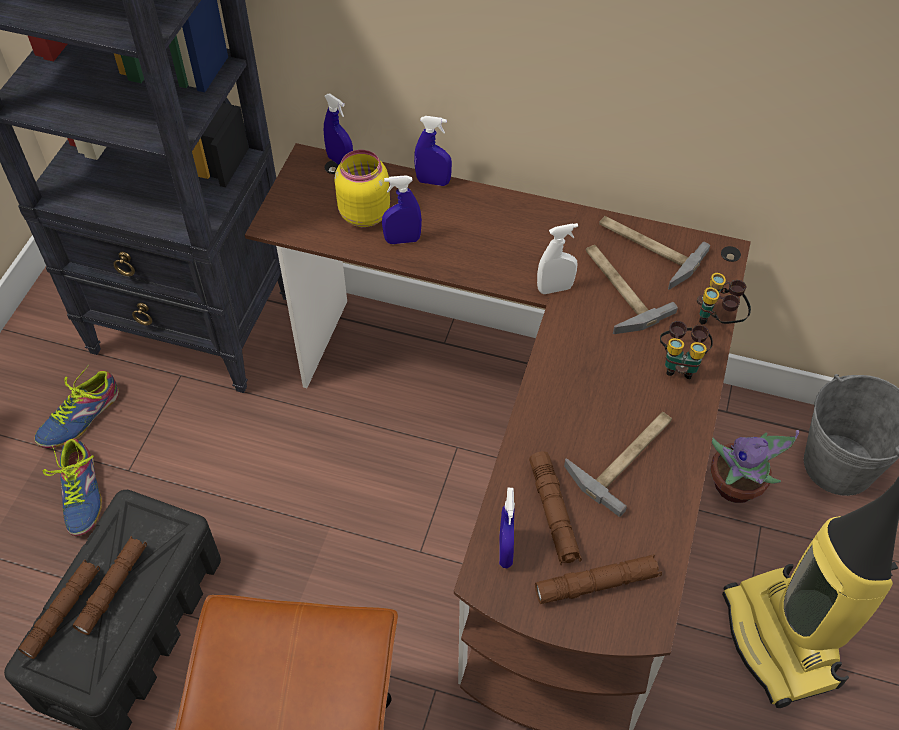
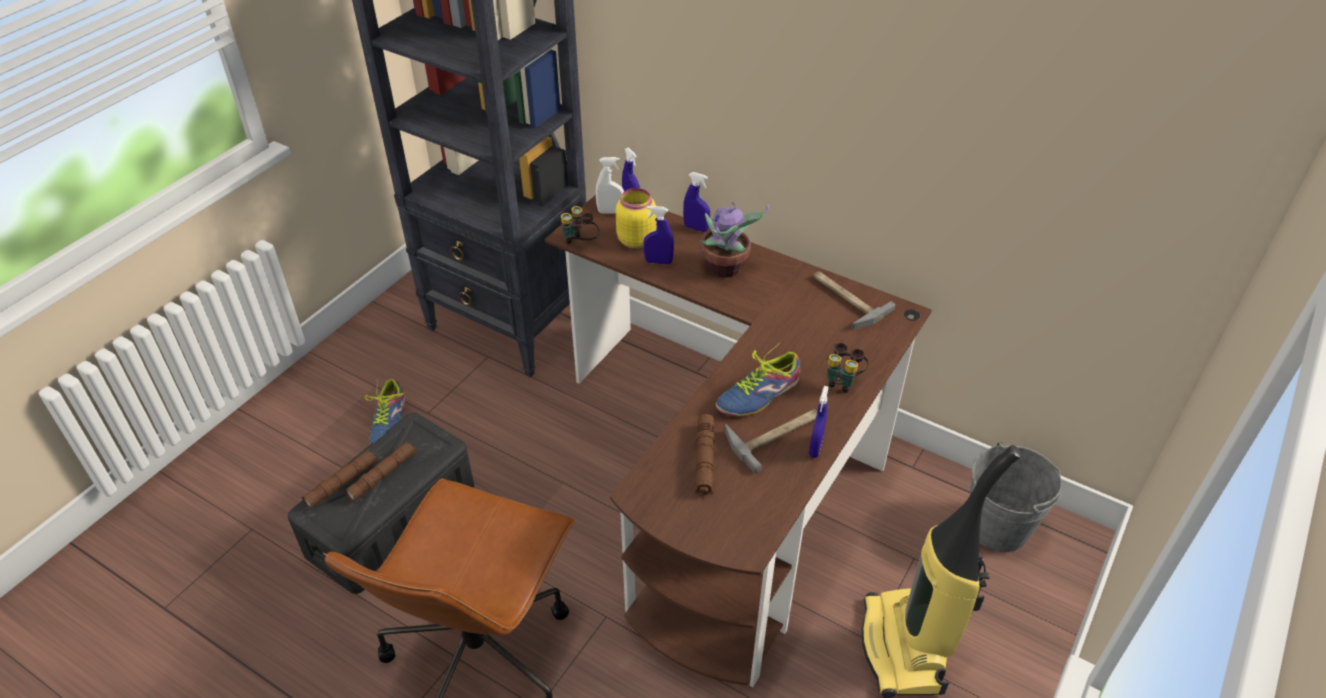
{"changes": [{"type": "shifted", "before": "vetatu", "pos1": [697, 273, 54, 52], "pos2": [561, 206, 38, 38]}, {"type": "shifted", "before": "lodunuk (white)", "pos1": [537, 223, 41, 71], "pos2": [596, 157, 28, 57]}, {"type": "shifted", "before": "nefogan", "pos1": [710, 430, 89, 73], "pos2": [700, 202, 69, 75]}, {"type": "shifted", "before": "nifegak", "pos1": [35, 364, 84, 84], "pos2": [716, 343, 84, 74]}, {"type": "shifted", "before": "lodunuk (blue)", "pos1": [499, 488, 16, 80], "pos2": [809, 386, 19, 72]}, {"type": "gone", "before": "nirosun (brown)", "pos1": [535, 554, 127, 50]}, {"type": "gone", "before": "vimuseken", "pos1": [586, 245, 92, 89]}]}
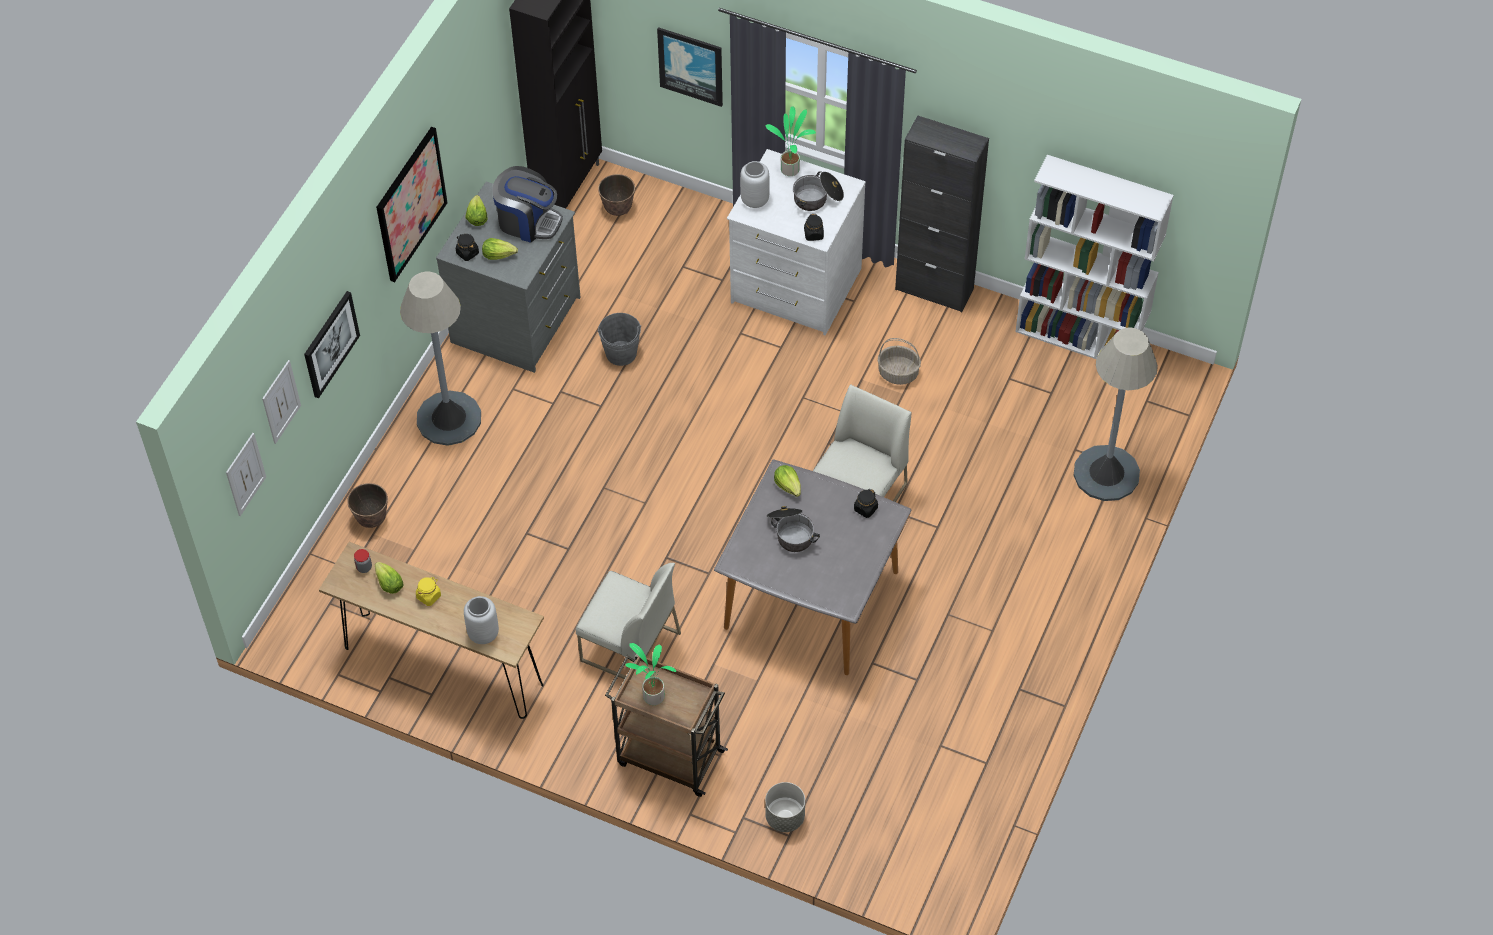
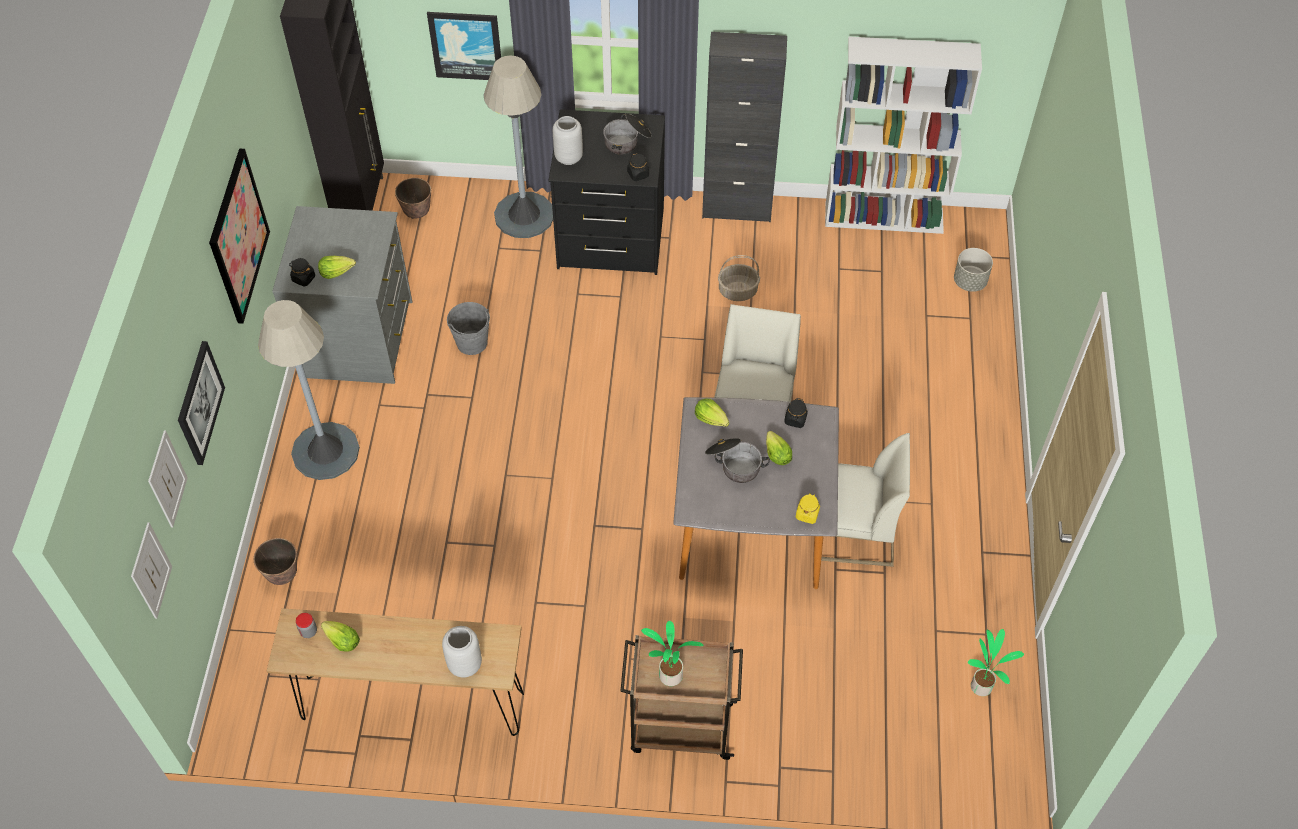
{"changes": [{"type": "shifted", "before": "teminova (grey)", "pos1": [1074, 328, 84, 173], "pos2": [484, 55, 69, 183]}, {"type": "repainted", "before": "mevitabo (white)", "after": "mevitabo (black)", "pos1": [727, 149, 139, 186], "pos2": [549, 109, 116, 166]}, {"type": "shifted", "before": "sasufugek", "pos1": [466, 195, 22, 31], "pos2": [766, 431, 26, 34]}, {"type": "shifted", "before": "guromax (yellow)", "pos1": [416, 577, 25, 29], "pos2": [796, 493, 24, 31]}, {"type": "shifted", "before": "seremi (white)", "pos1": [576, 563, 105, 116], "pos2": [821, 433, 89, 134]}, {"type": "shifted", "before": "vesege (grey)", "pos1": [765, 782, 40, 50], "pos2": [954, 248, 39, 44]}, {"type": "shifted", "before": "nefogan", "pos1": [766, 106, 50, 70], "pos2": [968, 629, 56, 67]}, {"type": "gone", "before": "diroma", "pos1": [492, 166, 71, 77]}]}
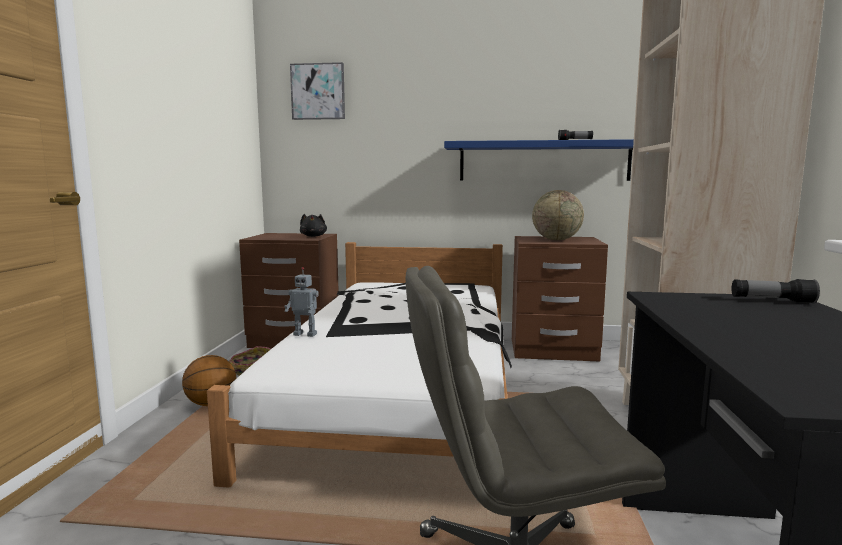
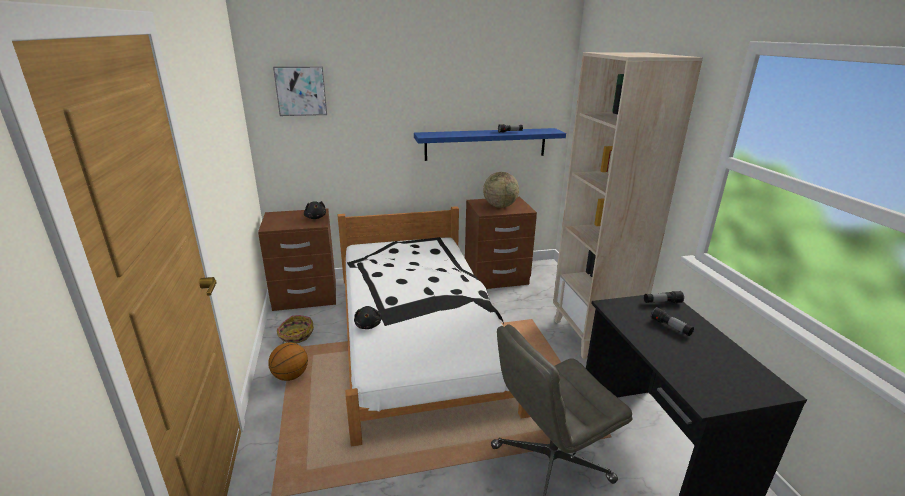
{"changes": [{"type": "swapped", "before": "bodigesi", "after": "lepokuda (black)", "pos1": [284, 267, 35, 70], "pos2": [354, 306, 28, 23]}, {"type": "new", "after": "nirosun", "pos2": [651, 307, 43, 29]}]}
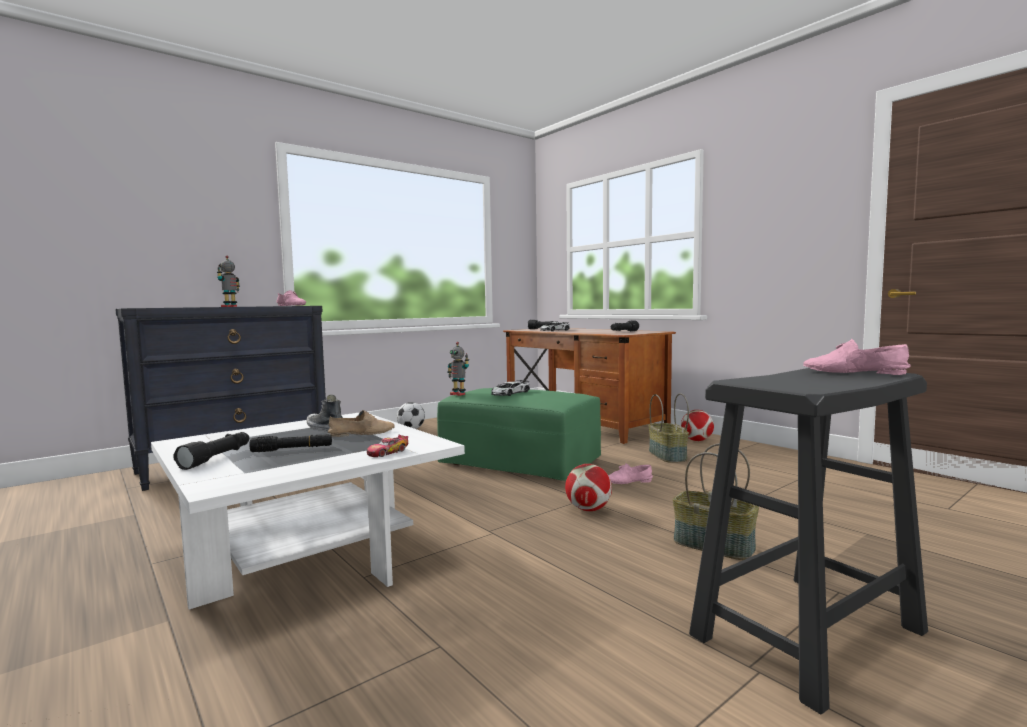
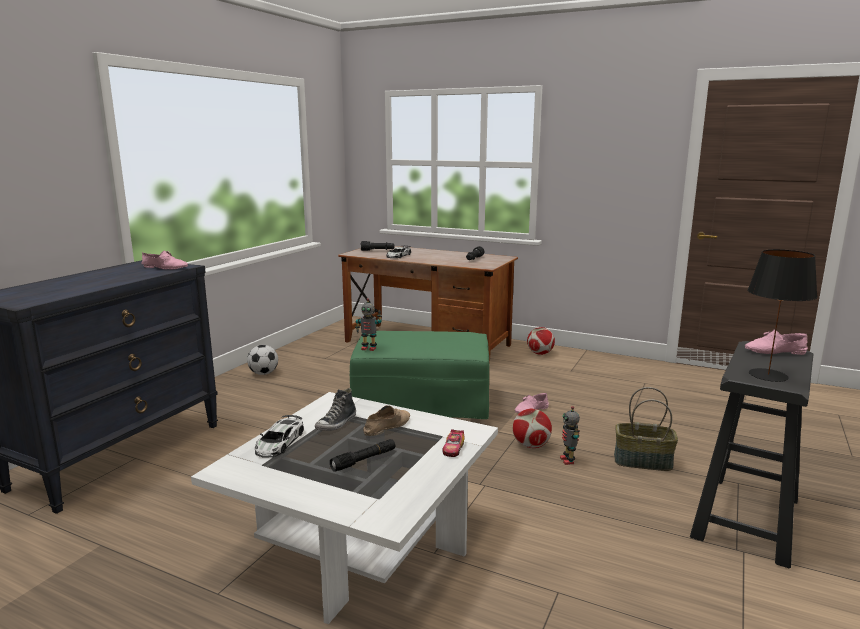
{"changes": [{"type": "shifted", "before": "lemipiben", "pos1": [491, 380, 39, 16], "pos2": [255, 415, 49, 43]}, {"type": "rotated", "before": "nifegak", "pos1": [307, 395, 36, 36], "pos2": [315, 388, 41, 43], "turn": -75}, {"type": "shifted", "before": "bodigesi", "pos1": [217, 256, 23, 51], "pos2": [560, 406, 20, 59]}, {"type": "new", "after": "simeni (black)", "pos2": [747, 249, 71, 133]}, {"type": "gone", "before": "nirosun (black)", "pos1": [173, 432, 76, 38]}, {"type": "gone", "before": "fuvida", "pos1": [648, 393, 41, 70]}]}
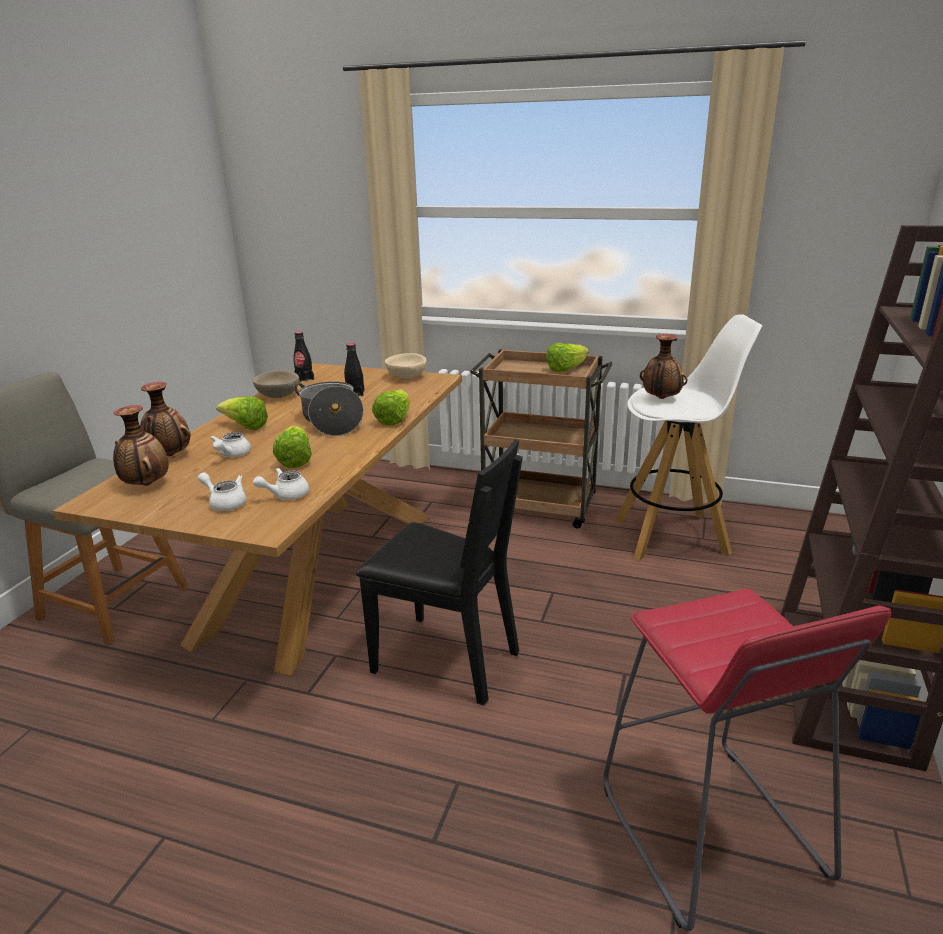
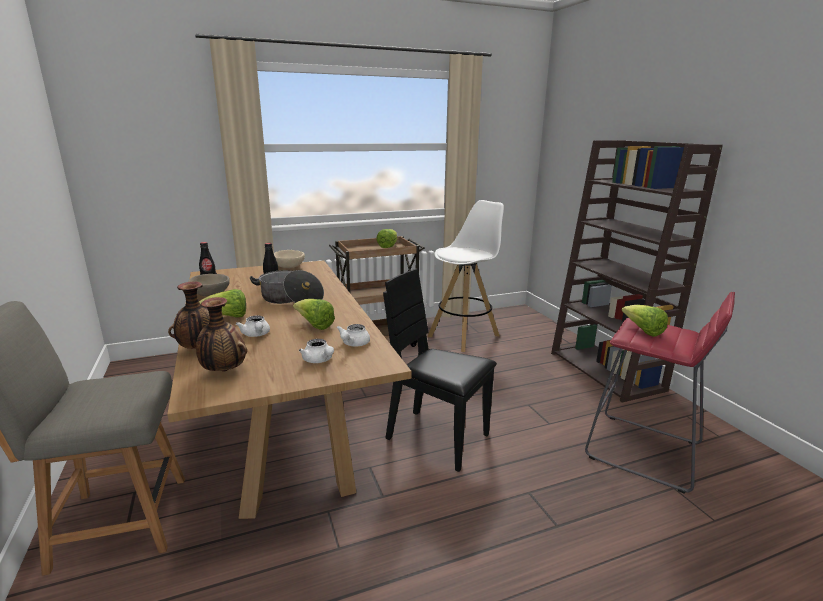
{"changes": [{"type": "rotated", "before": "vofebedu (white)", "pos1": [198, 472, 49, 39], "pos2": [299, 339, 35, 24], "turn": -120}, {"type": "rotated", "before": "seremi (black)", "pos1": [356, 440, 167, 265], "pos2": [383, 269, 114, 203], "turn": -135}, {"type": "shifted", "before": "sasufugek", "pos1": [372, 389, 38, 37], "pos2": [621, 305, 47, 32]}, {"type": "gone", "before": "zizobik", "pos1": [640, 334, 47, 65]}]}
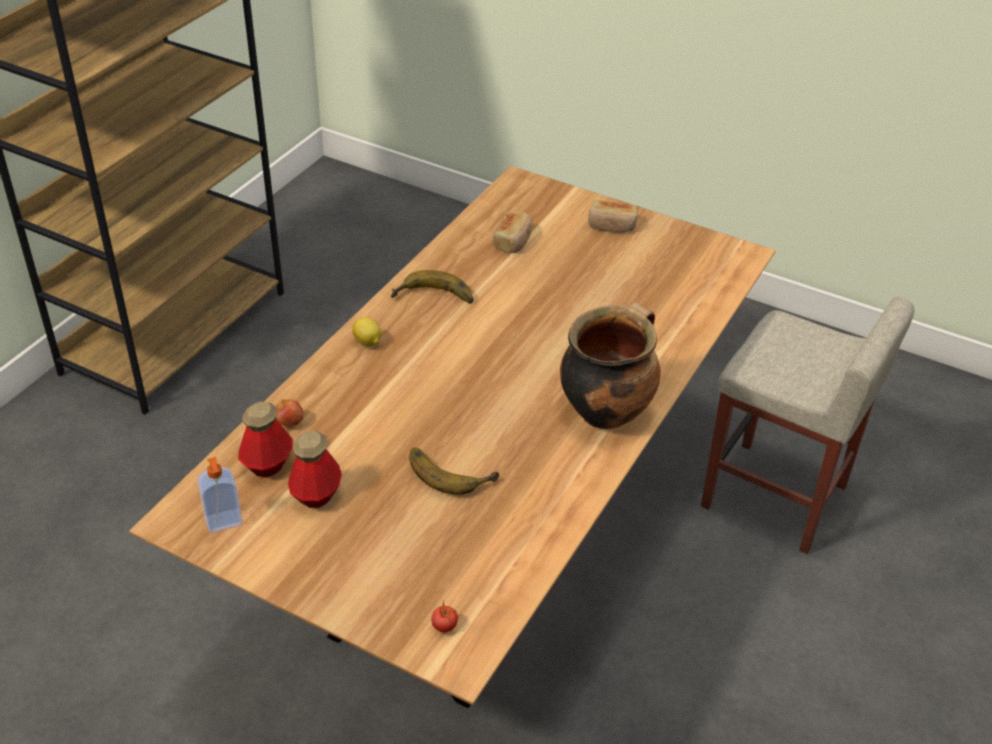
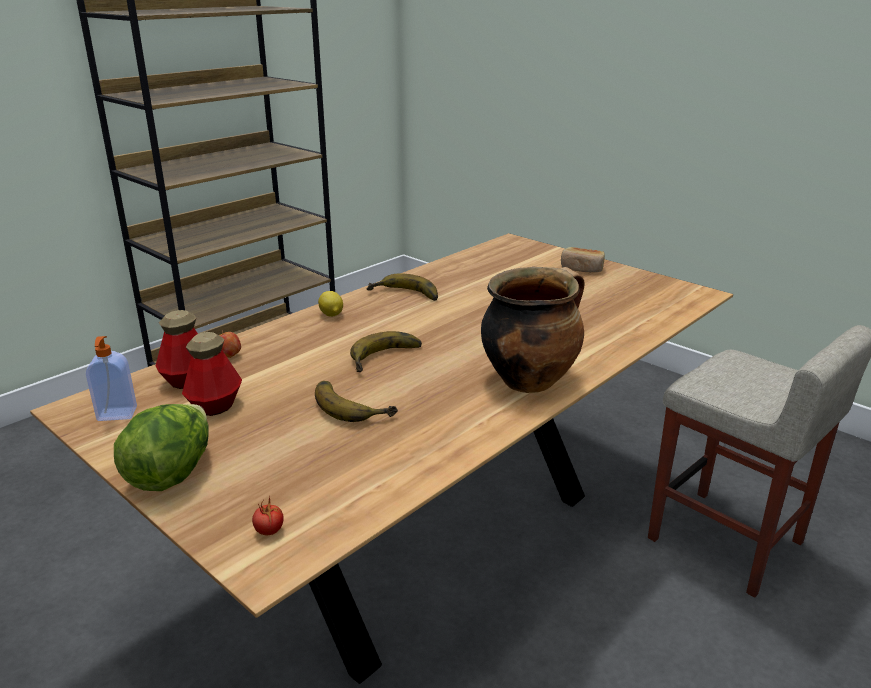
{"changes": [{"type": "new", "after": "sasufugek", "pos2": [114, 404, 95, 87]}, {"type": "new", "after": "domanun", "pos2": [350, 331, 72, 41]}, {"type": "gone", "before": "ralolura", "pos1": [493, 211, 39, 43]}]}
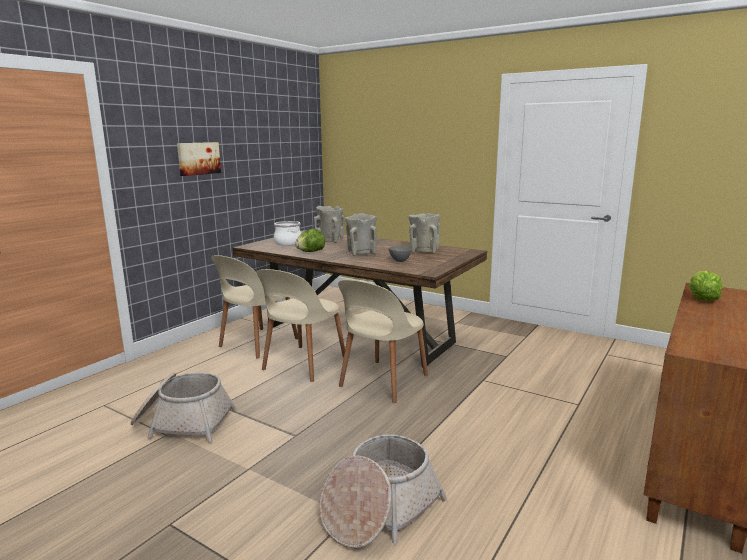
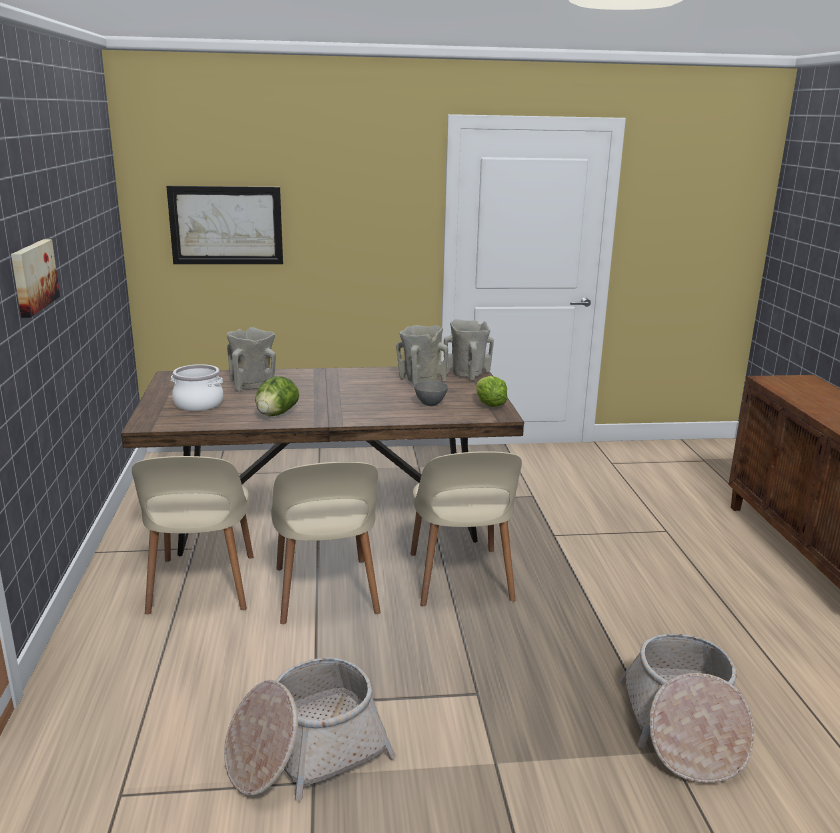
{"changes": [{"type": "new", "after": "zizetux", "pos2": [166, 186, 117, 78]}, {"type": "shifted", "before": "zizobik (beige)", "pos1": [345, 213, 32, 43], "pos2": [444, 319, 50, 62]}, {"type": "shifted", "before": "sasufugek", "pos1": [689, 271, 33, 30], "pos2": [476, 376, 32, 31]}]}
